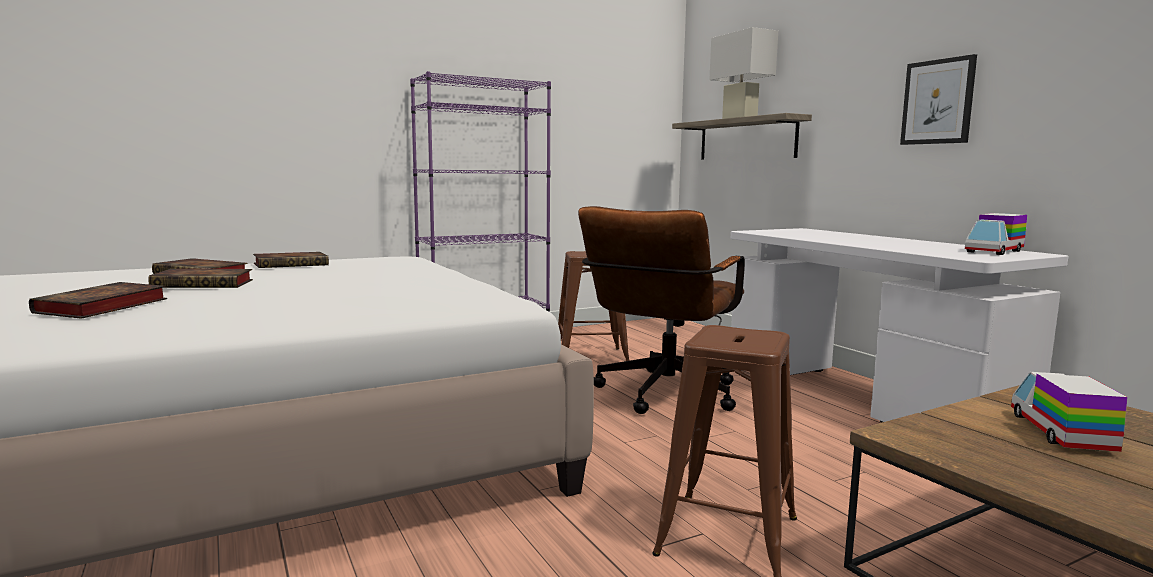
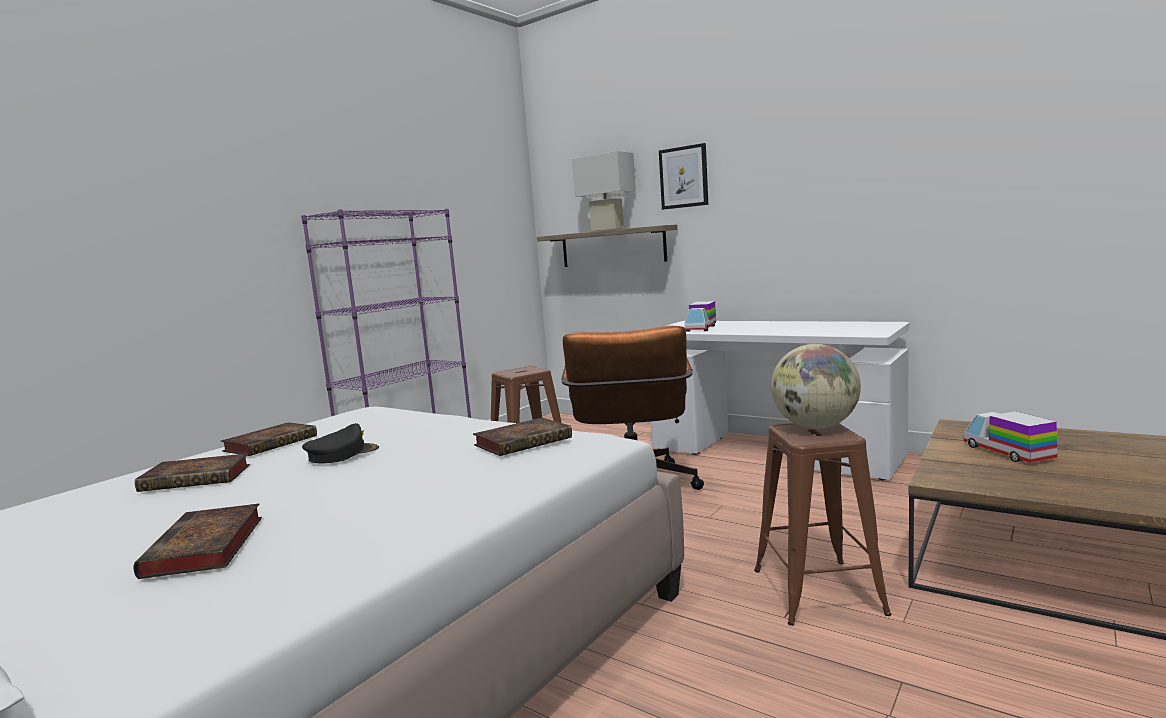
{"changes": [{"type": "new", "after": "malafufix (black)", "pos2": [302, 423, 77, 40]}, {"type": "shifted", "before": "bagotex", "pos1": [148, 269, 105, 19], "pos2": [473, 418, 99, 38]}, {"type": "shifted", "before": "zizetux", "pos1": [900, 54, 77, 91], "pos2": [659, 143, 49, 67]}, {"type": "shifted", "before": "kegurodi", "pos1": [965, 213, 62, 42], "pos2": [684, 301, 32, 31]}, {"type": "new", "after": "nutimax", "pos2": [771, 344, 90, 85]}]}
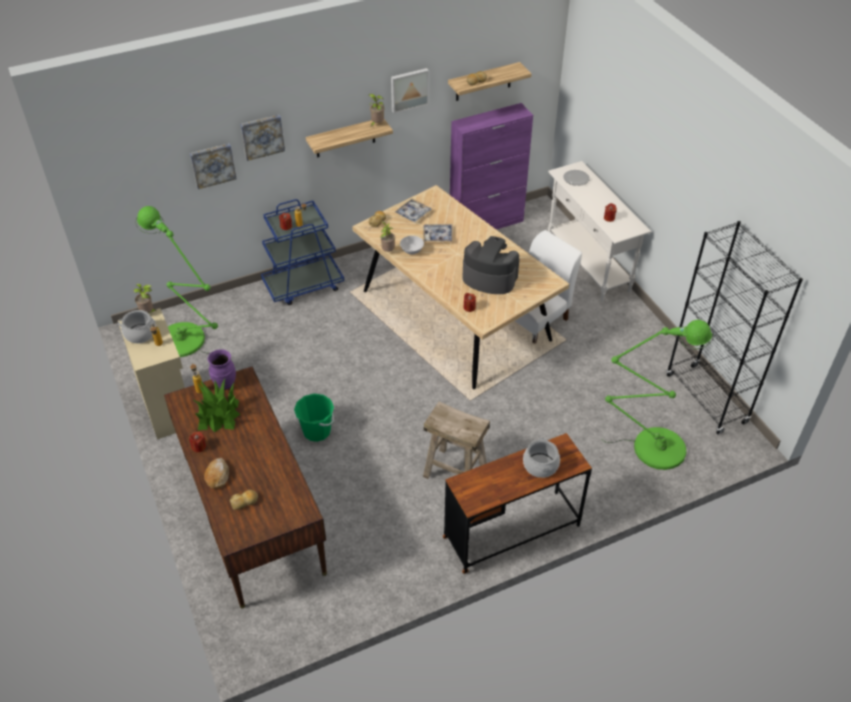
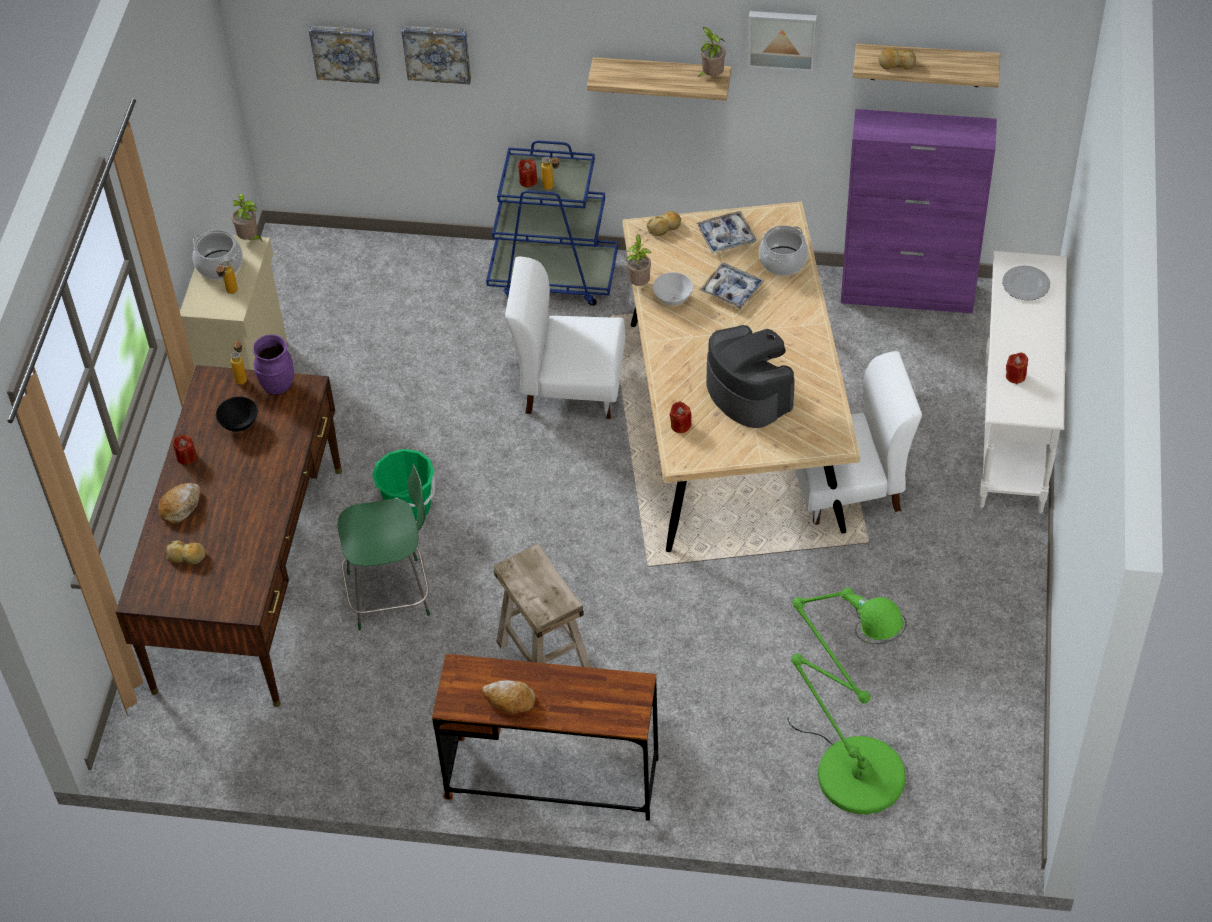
{"changes": [{"type": "swapped", "before": "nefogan", "after": "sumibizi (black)", "pos1": [194, 379, 46, 53], "pos2": [216, 397, 42, 35]}, {"type": "shifted", "before": "zizetux", "pos1": [240, 115, 45, 46], "pos2": [309, 26, 71, 58]}, {"type": "new", "after": "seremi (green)", "pos2": [338, 463, 92, 167]}, {"type": "new", "after": "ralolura", "pos2": [482, 680, 53, 34]}, {"type": "new", "after": "seremi (white)", "pos2": [505, 257, 121, 162]}, {"type": "shifted", "before": "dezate", "pos1": [523, 438, 37, 40], "pos2": [759, 225, 49, 51]}, {"type": "gone", "before": "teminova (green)", "pos1": [135, 206, 83, 151]}, {"type": "gone", "before": "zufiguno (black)", "pos1": [666, 221, 137, 214]}]}
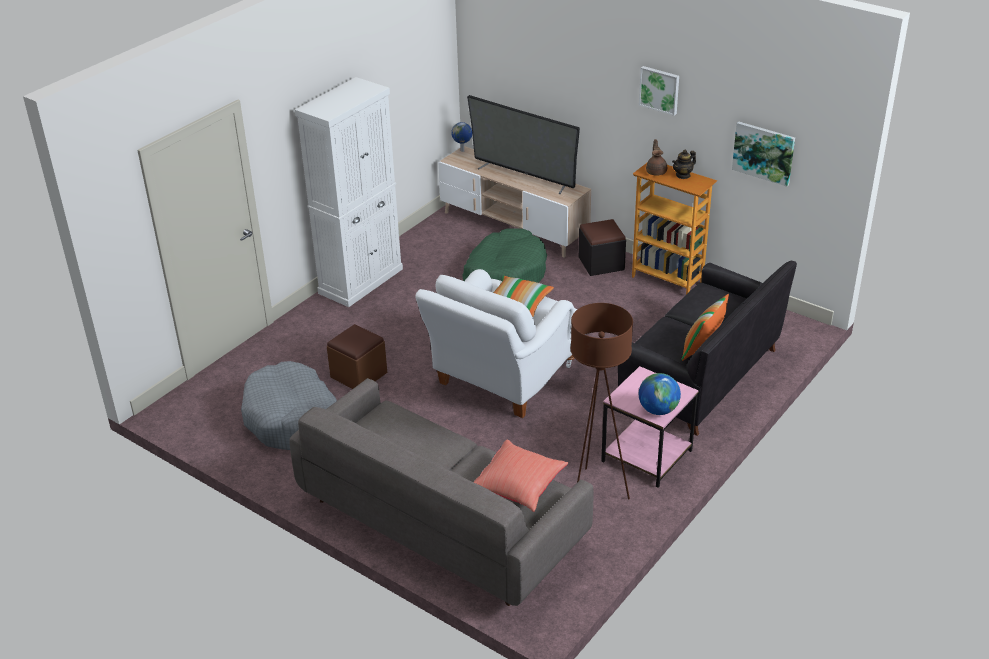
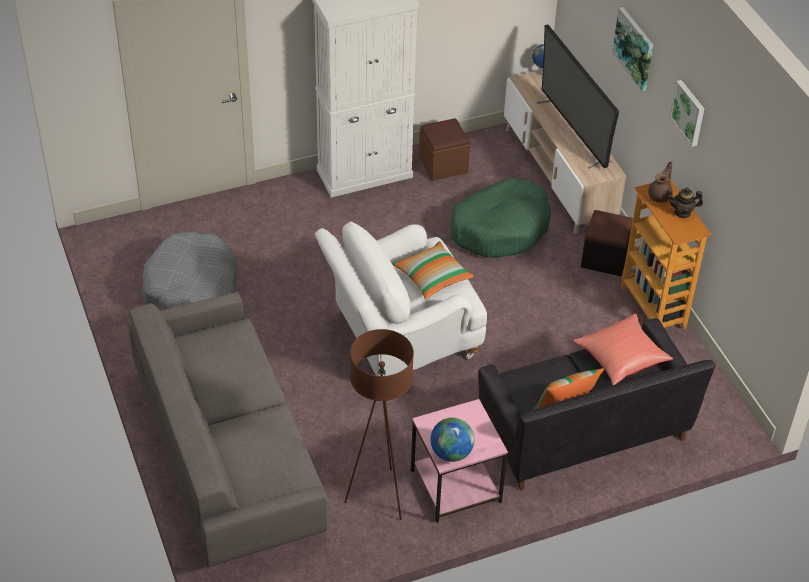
{"changes": [{"type": "shifted", "before": "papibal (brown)", "pos1": [327, 324, 60, 65], "pos2": [419, 118, 51, 63]}, {"type": "shifted", "before": "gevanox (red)", "pos1": [474, 439, 94, 73], "pos2": [573, 314, 100, 71]}, {"type": "shifted", "before": "zizetux", "pos1": [732, 122, 63, 64], "pos2": [612, 7, 41, 84]}]}
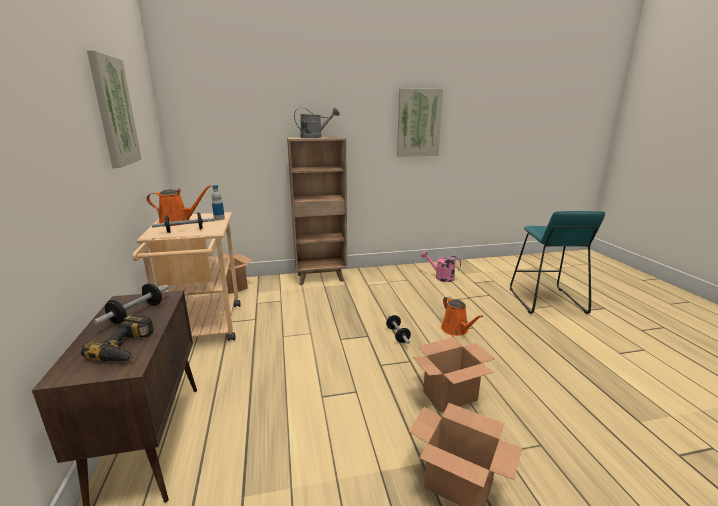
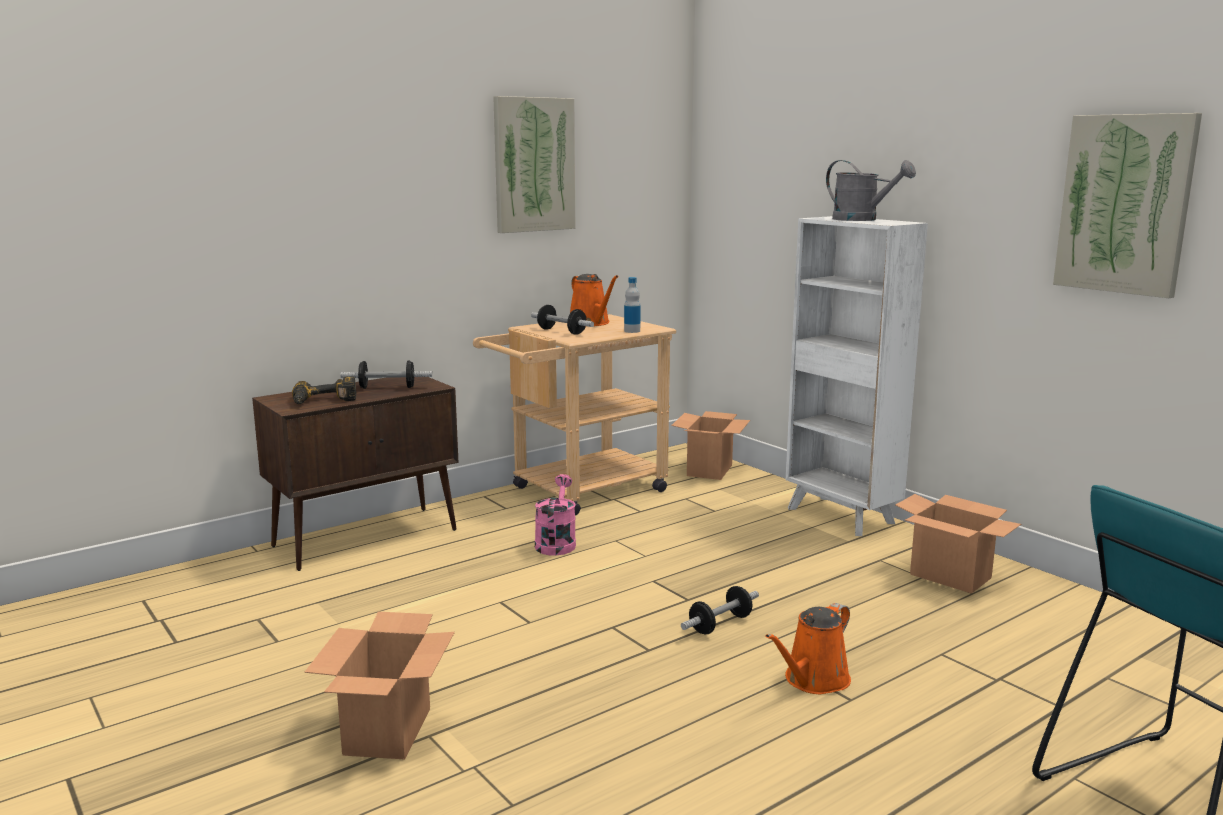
{"changes": [{"type": "shifted", "before": "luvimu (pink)", "pos1": [421, 251, 40, 31], "pos2": [535, 474, 41, 82]}, {"type": "repainted", "before": "zufiguno (brown)", "after": "zufiguno (white)", "pos1": [287, 137, 61, 148], "pos2": [786, 216, 142, 320]}, {"type": "shifted", "before": "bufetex", "pos1": [413, 337, 82, 76], "pos2": [895, 494, 126, 100]}]}
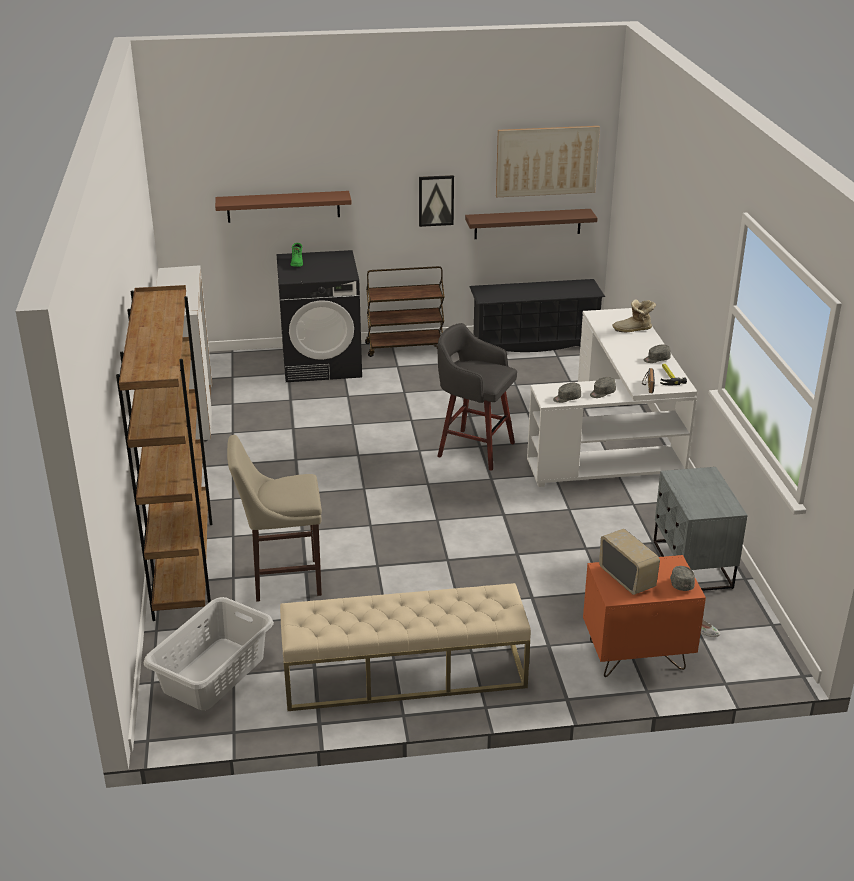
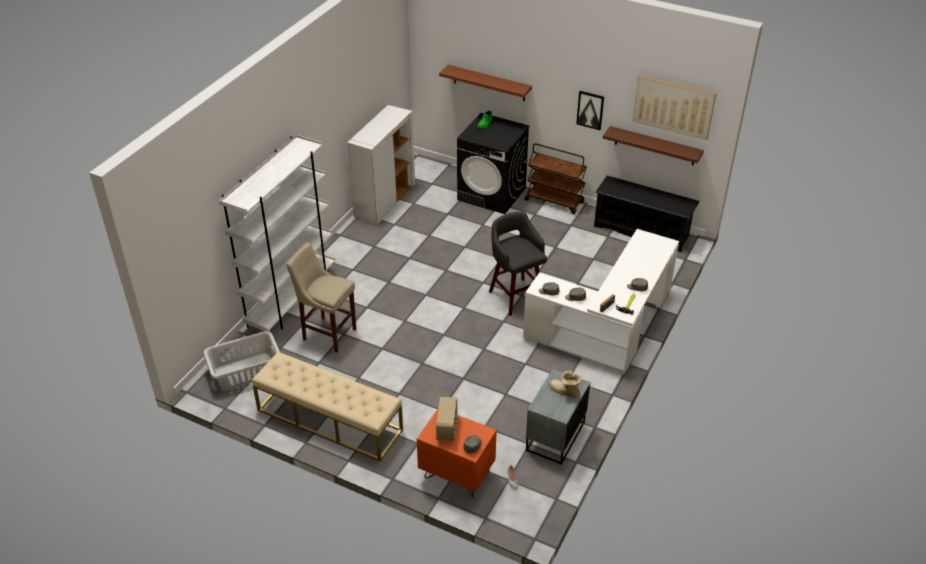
{"changes": [{"type": "repainted", "before": "zufiguno (brown)", "after": "zufiguno (white)", "pos1": [116, 285, 96, 336], "pos2": [219, 135, 116, 196]}, {"type": "shifted", "before": "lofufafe", "pos1": [612, 299, 44, 34], "pos2": [549, 370, 34, 28]}]}
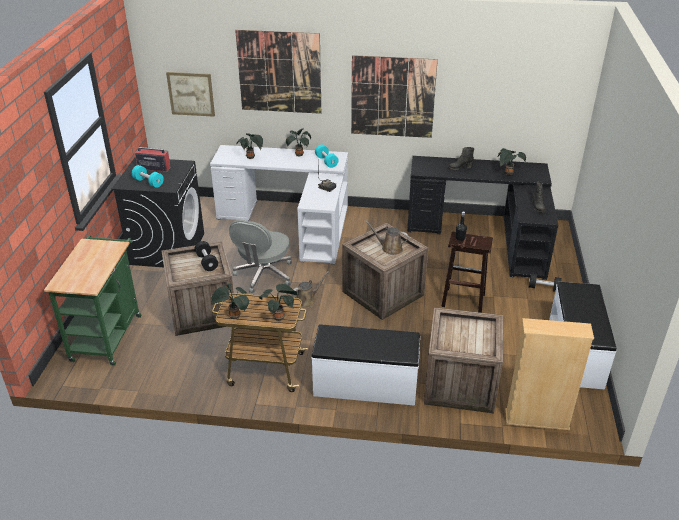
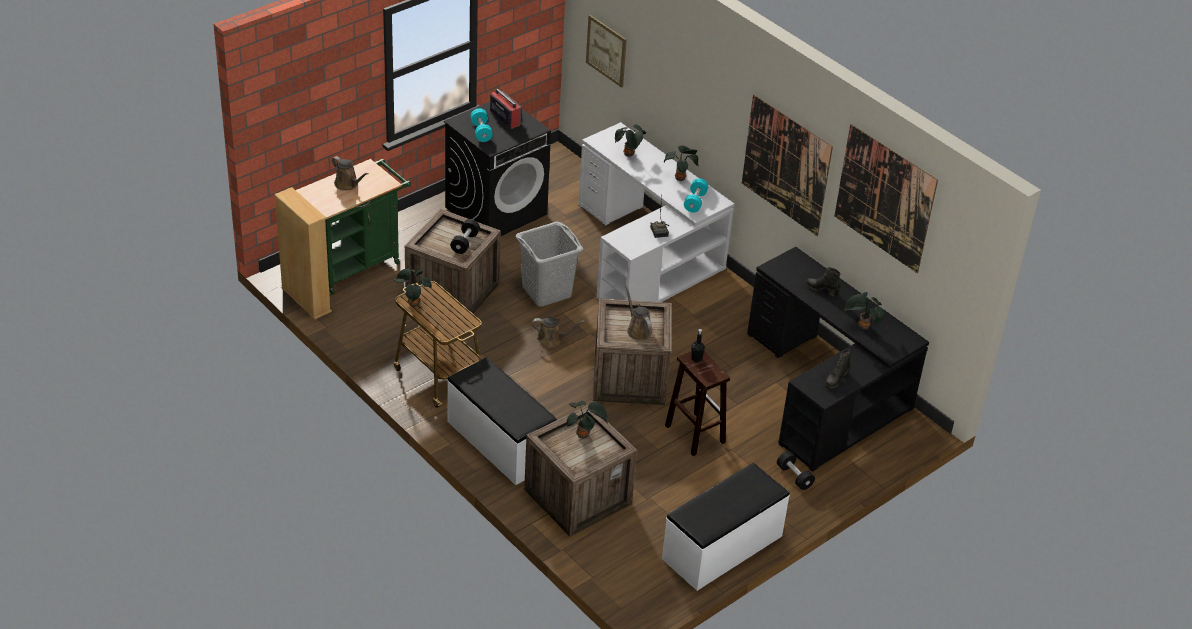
{"changes": [{"type": "shifted", "before": "zufiguno (beige)", "pos1": [505, 318, 89, 112], "pos2": [274, 187, 58, 132]}, {"type": "new", "after": "luvimu (brown)", "pos2": [332, 156, 36, 35]}, {"type": "swapped", "before": "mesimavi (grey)", "after": "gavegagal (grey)", "pos1": [229, 220, 63, 73], "pos2": [516, 222, 67, 84]}, {"type": "shifted", "before": "nefogan", "pos1": [259, 284, 38, 37], "pos2": [567, 401, 41, 38]}, {"type": "shifted", "before": "zizetux", "pos1": [235, 30, 86, 84], "pos2": [834, 124, 104, 149]}]}
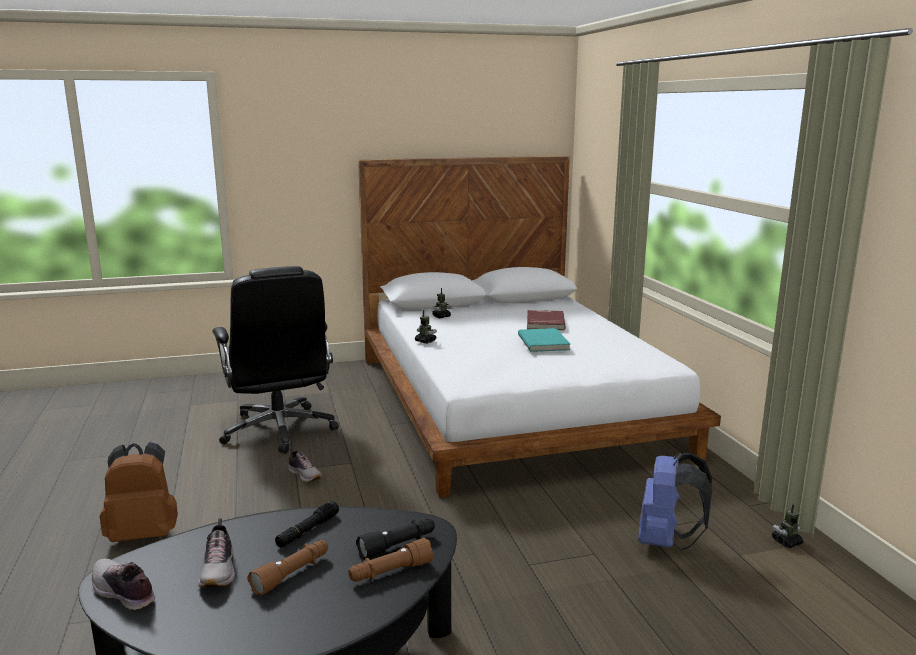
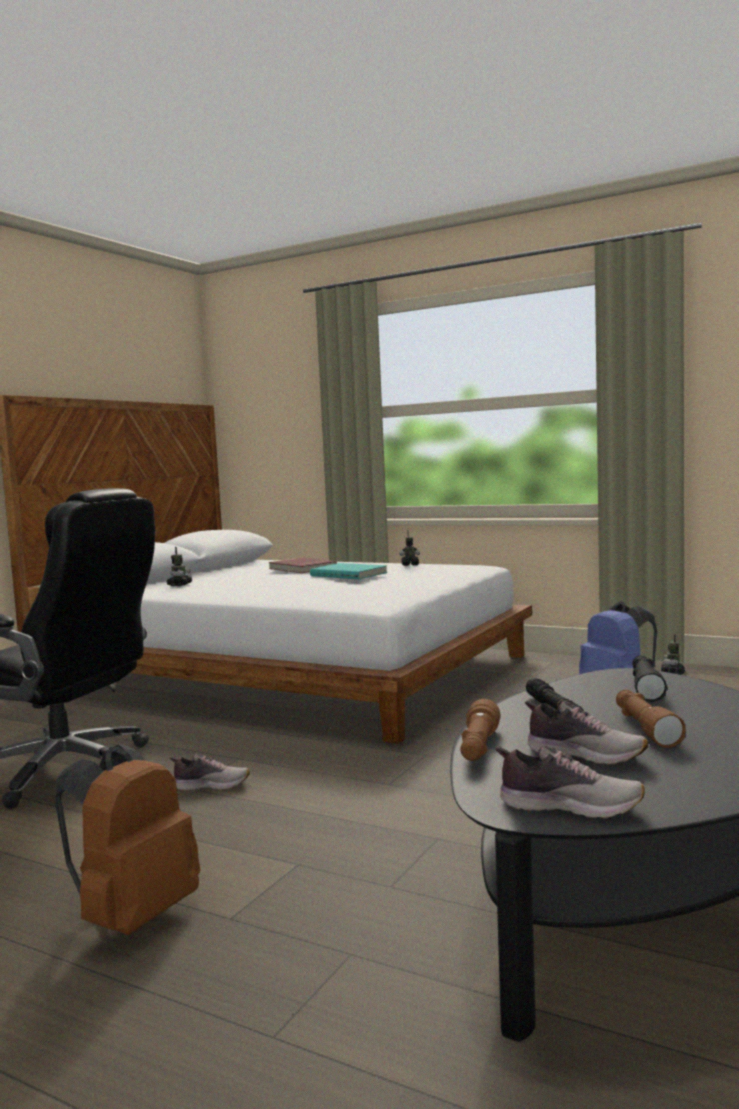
{"changes": [{"type": "shifted", "before": "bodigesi", "pos1": [415, 310, 22, 34], "pos2": [399, 533, 21, 33]}, {"type": "shifted", "before": "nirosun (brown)", "pos1": [348, 538, 86, 43], "pos2": [460, 699, 41, 62]}, {"type": "rotated", "before": "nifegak", "pos1": [92, 558, 63, 52], "pos2": [496, 745, 149, 73], "turn": -150}]}
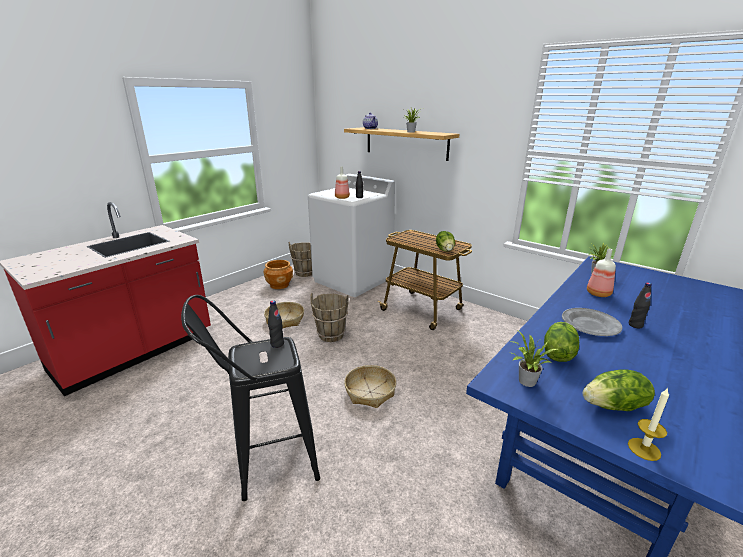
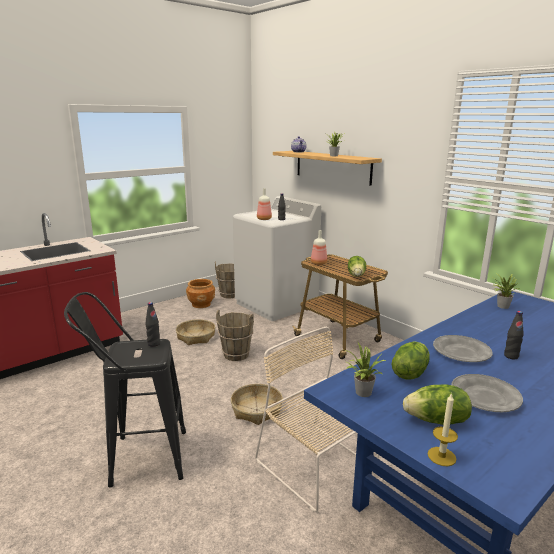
{"changes": [{"type": "new", "after": "seremi (beige)", "pos2": [255, 326, 124, 186]}, {"type": "shifted", "before": "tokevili", "pos1": [587, 249, 29, 48], "pos2": [311, 230, 16, 35]}, {"type": "new", "after": "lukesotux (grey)", "pos2": [451, 374, 72, 38]}]}
